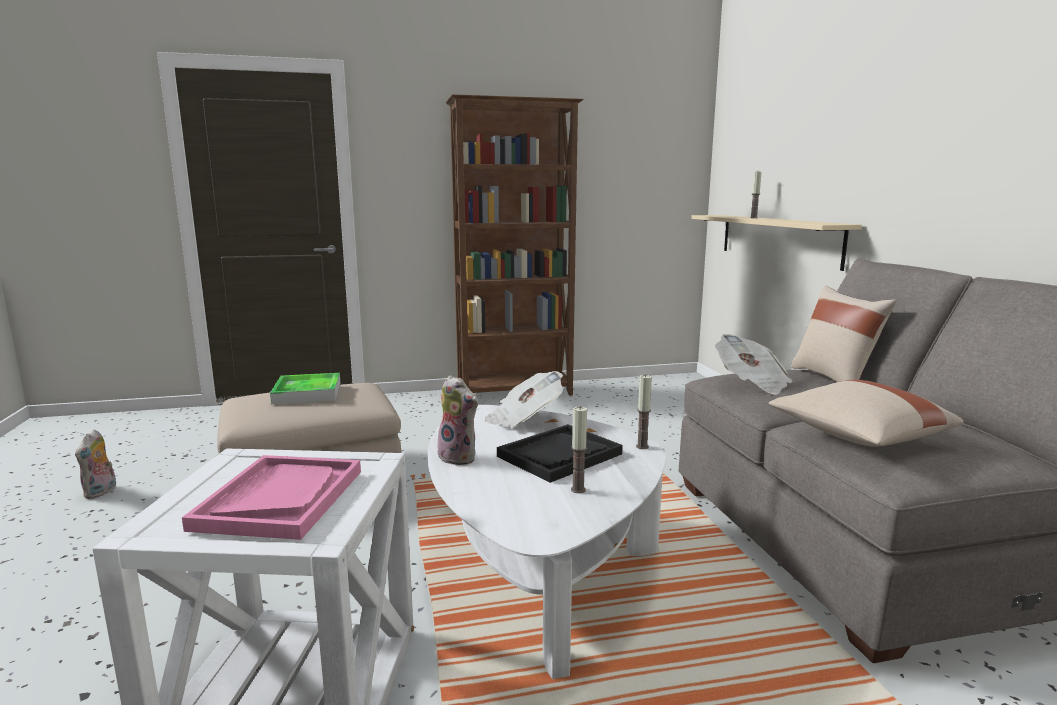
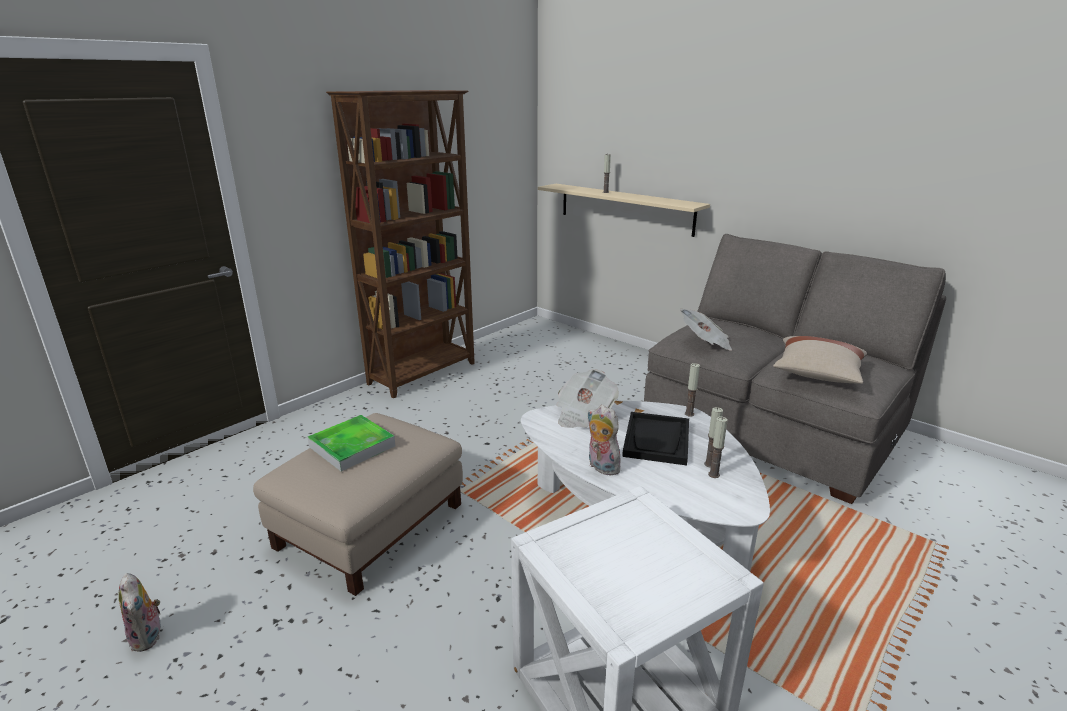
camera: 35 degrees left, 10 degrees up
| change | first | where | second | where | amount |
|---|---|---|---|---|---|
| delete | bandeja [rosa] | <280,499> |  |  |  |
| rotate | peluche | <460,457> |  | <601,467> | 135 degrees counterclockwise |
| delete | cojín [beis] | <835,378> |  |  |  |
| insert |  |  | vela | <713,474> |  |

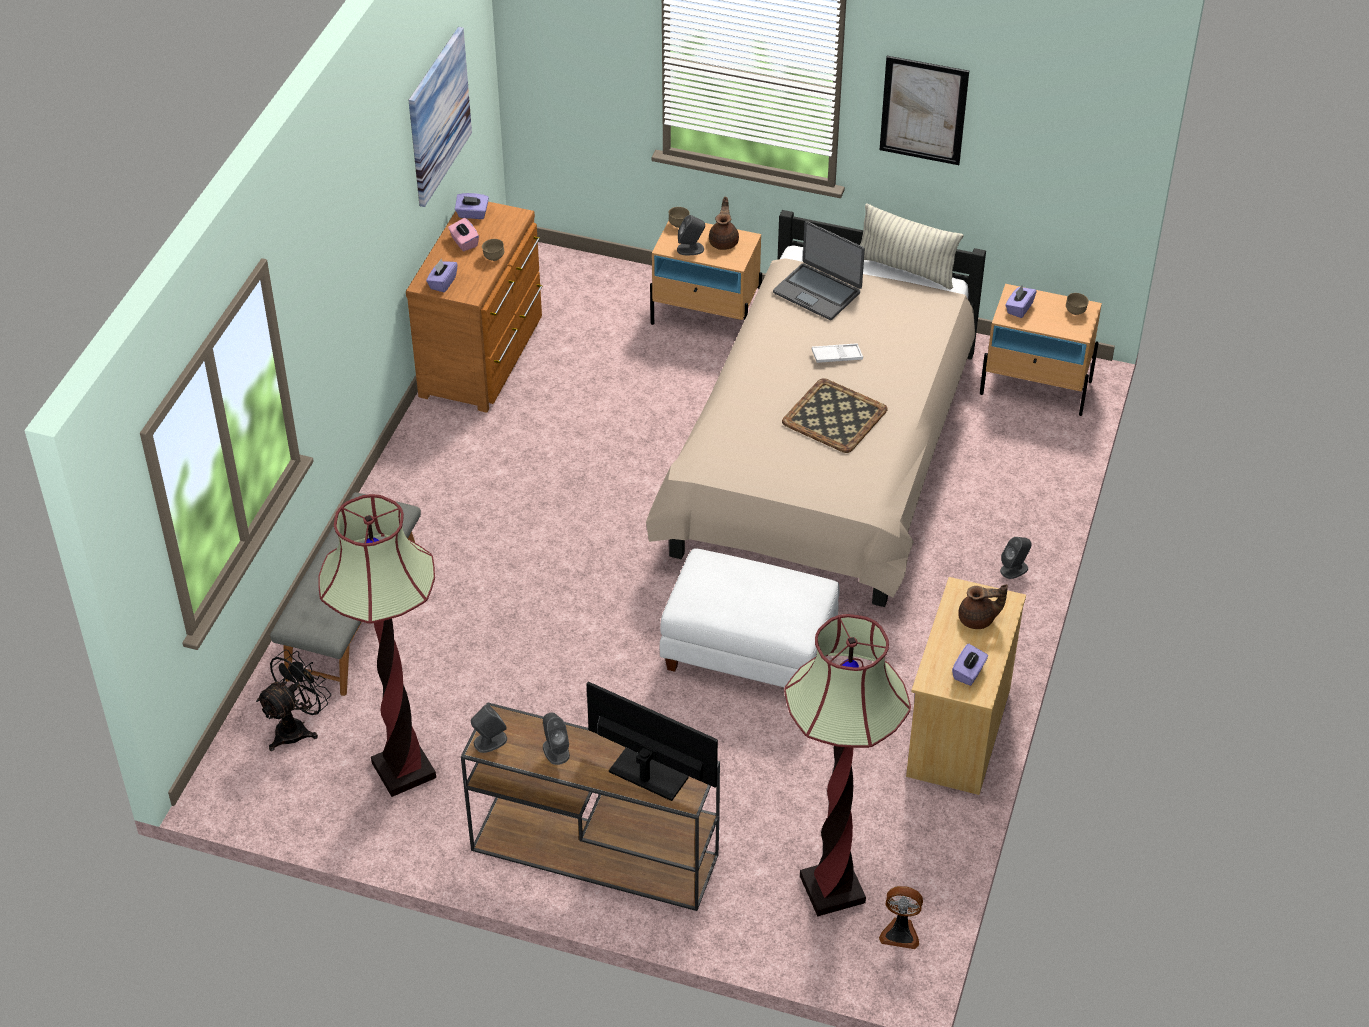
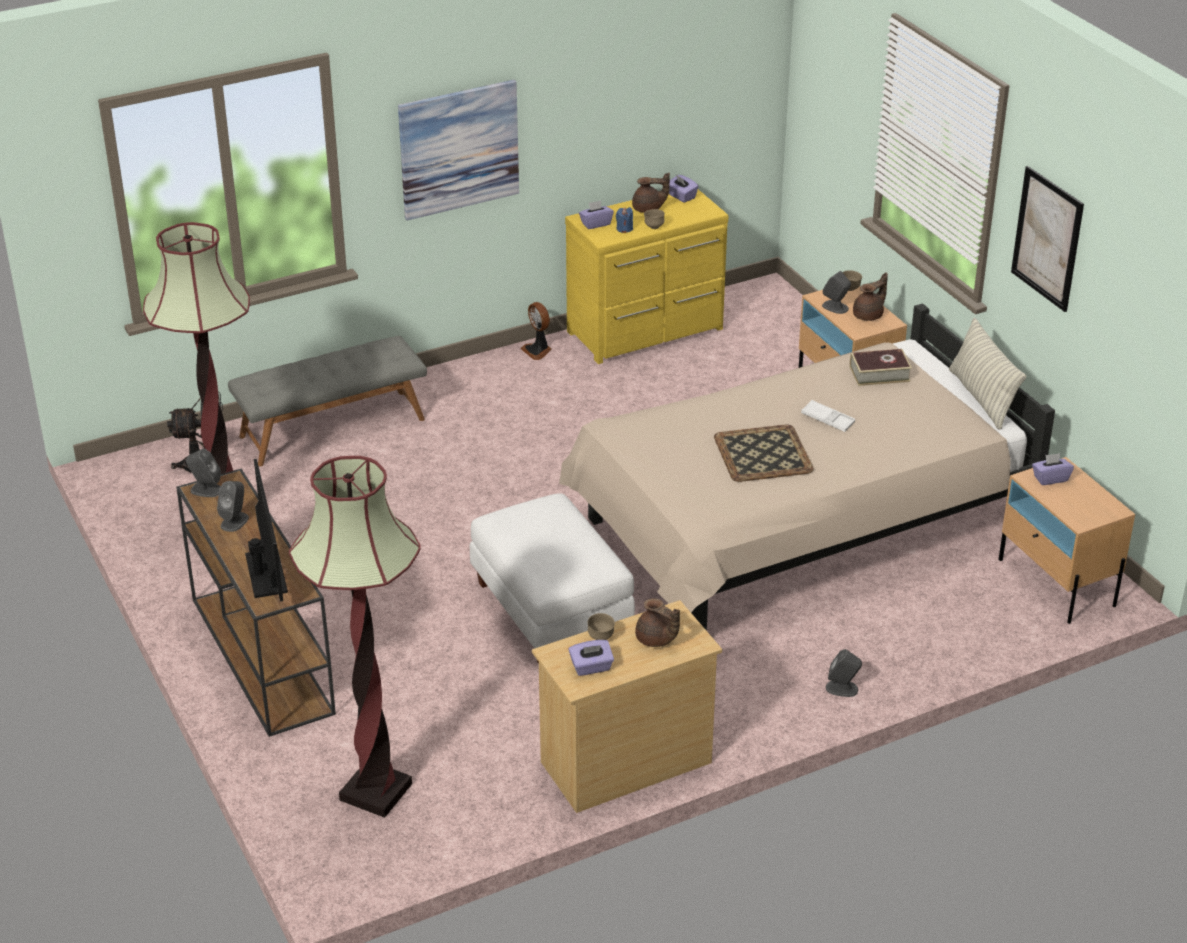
camera: 45 degrees right, 10 degrees down
| change | first | where | second | where | amount |
|---|---|---|---|---|---|
| recolor | cómoda [marrón] | <484,356> | cómoda [amarillo] | <647,332> |  |
| move | cuadro | <438,116> |  | <459,149> |  |
| replace | caja de pañuelos [rosa] | <464,242> | tetera [marrón] | <648,209> |  |
| replace | portátil | <817,292> | libro | <879,374> |  |
| move | ventilador | <900,932> |  | <537,350> |  |
| move | cuenco [marrón] | <1075,312> |  | <601,638> |  |
| insert |  |  | vela [azul] | <624,229> |  |

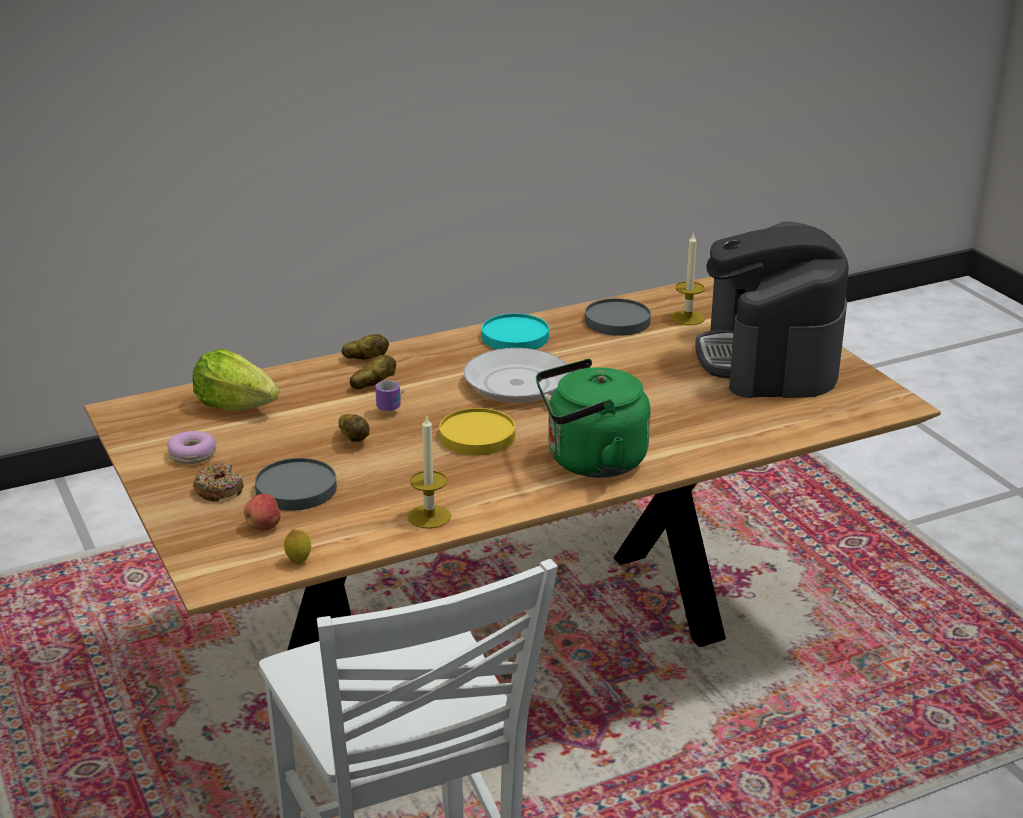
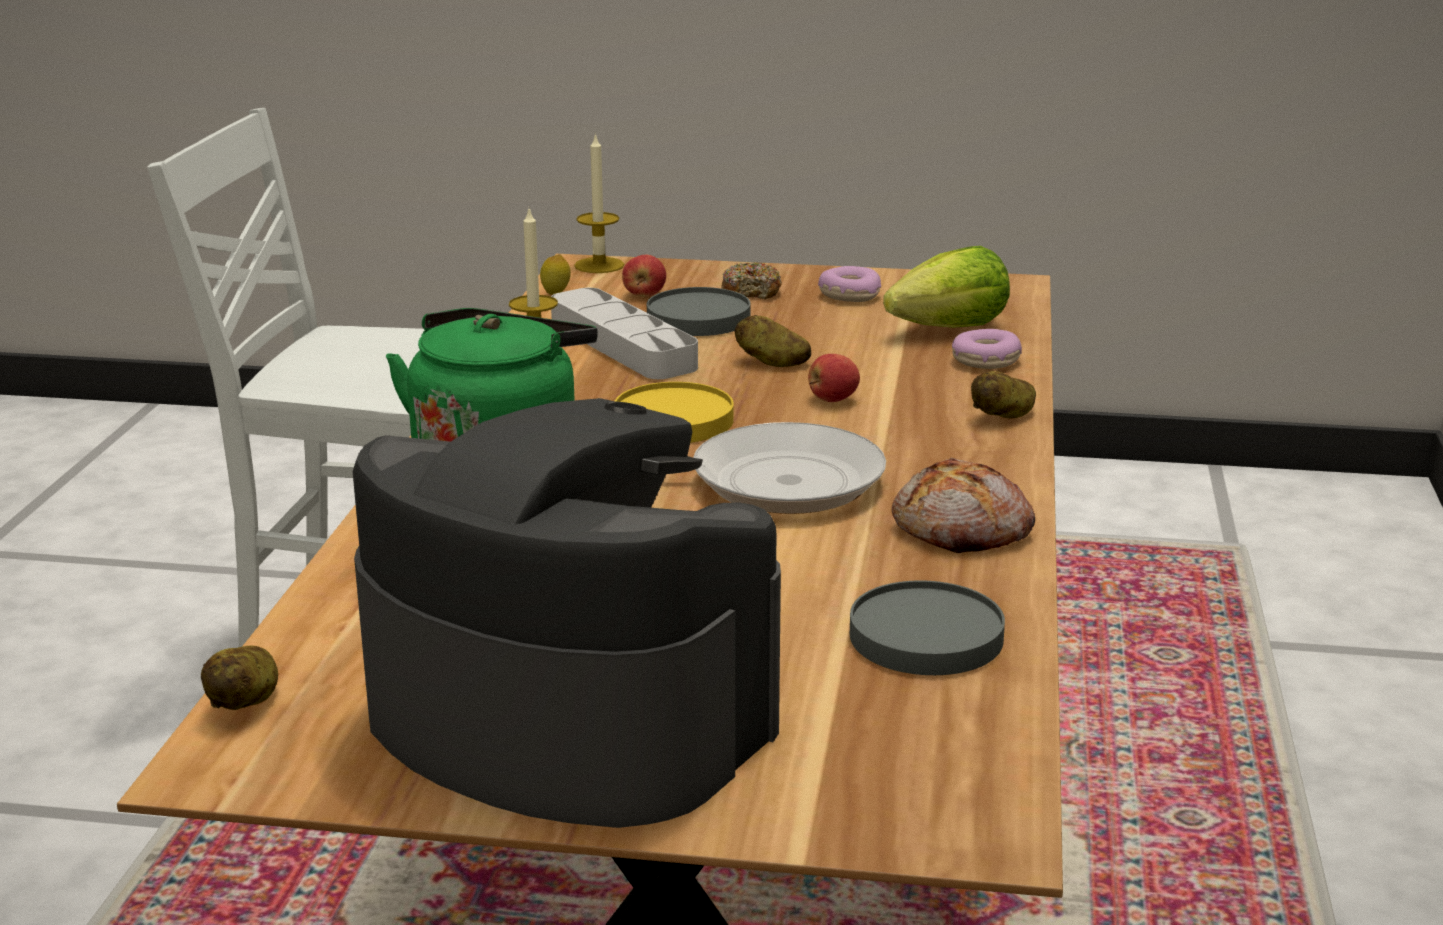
camera: 125 degrees right, 5 degrees down
| change | first | where | second | where | amount |
|---|---|---|---|---|---|
| move | patata | <373,385> |  | <246,702> |  |
| replace | taza grande | <394,405> | manzana | <832,399> |  |
| replace | plato [turquesa] | <515,337> | pan | <963,530> |  |
| move | vela | <687,318> |  | <599,265> |  |
| insert |  |  | bandeja [gris] | <622,344> |  |
| insert |  |  | rosquilla | <985,361> |  |

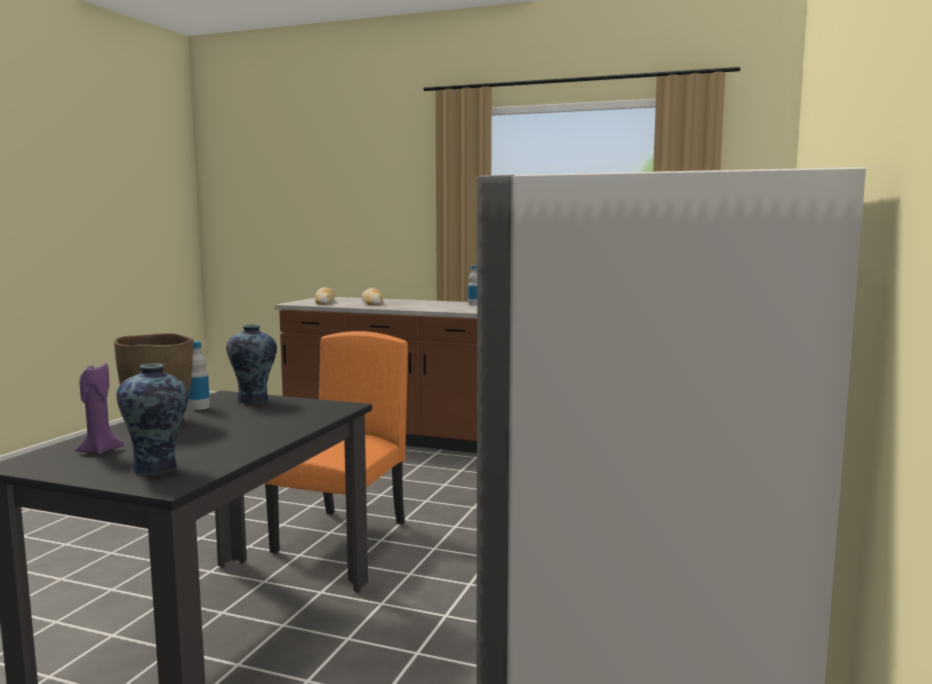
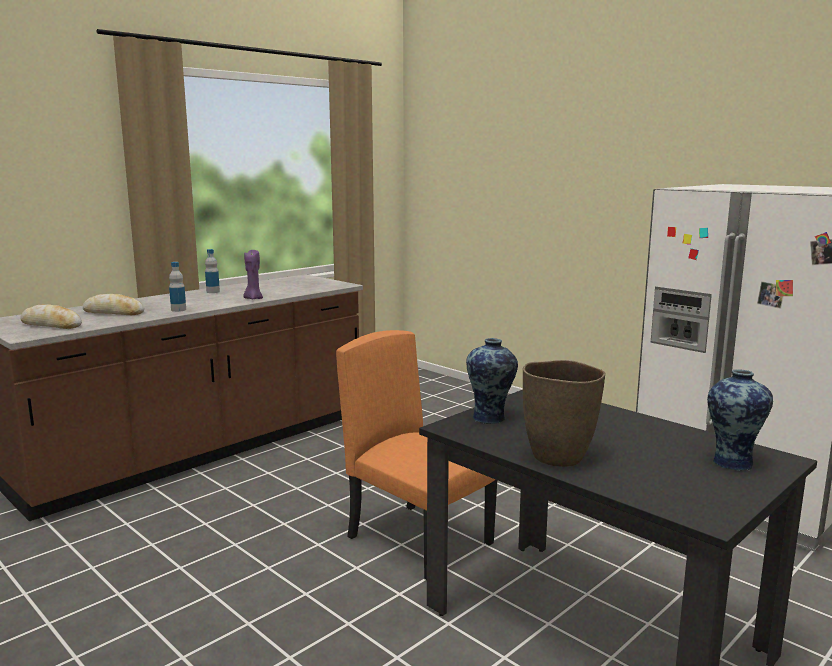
camera: 65 degrees left, 5 degrees up
| change | first | where | second | where | amount |
|---|---|---|---|---|---|
| move | vela [morado] | <99,451> |  | <253,298> |  |
| move | botella | <199,407> |  | <178,310> |  |

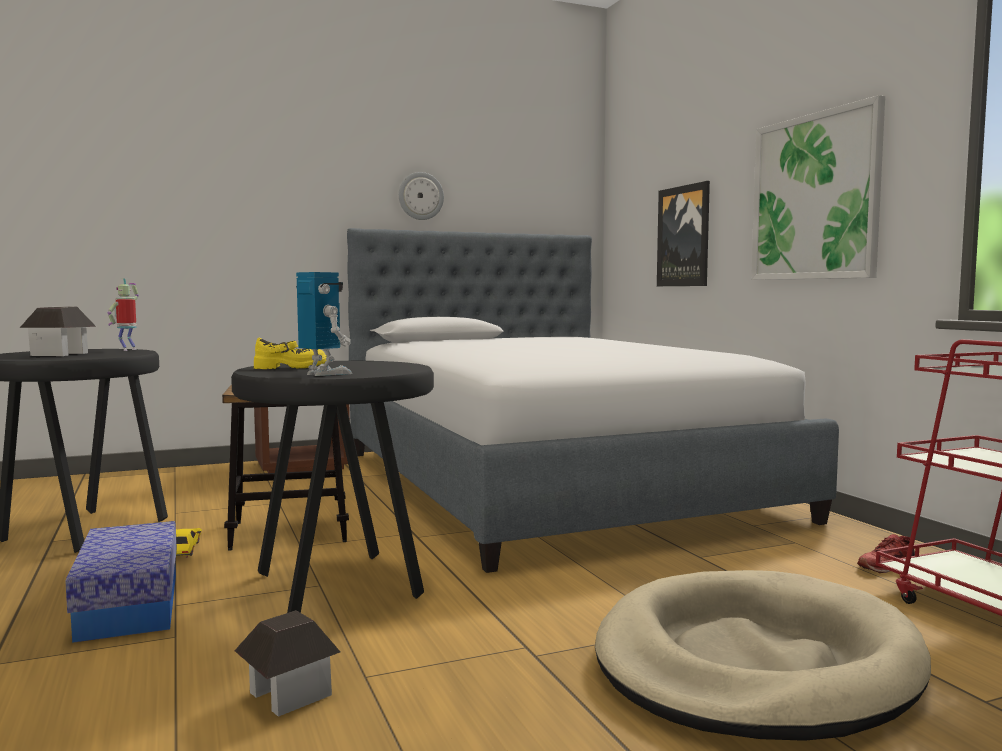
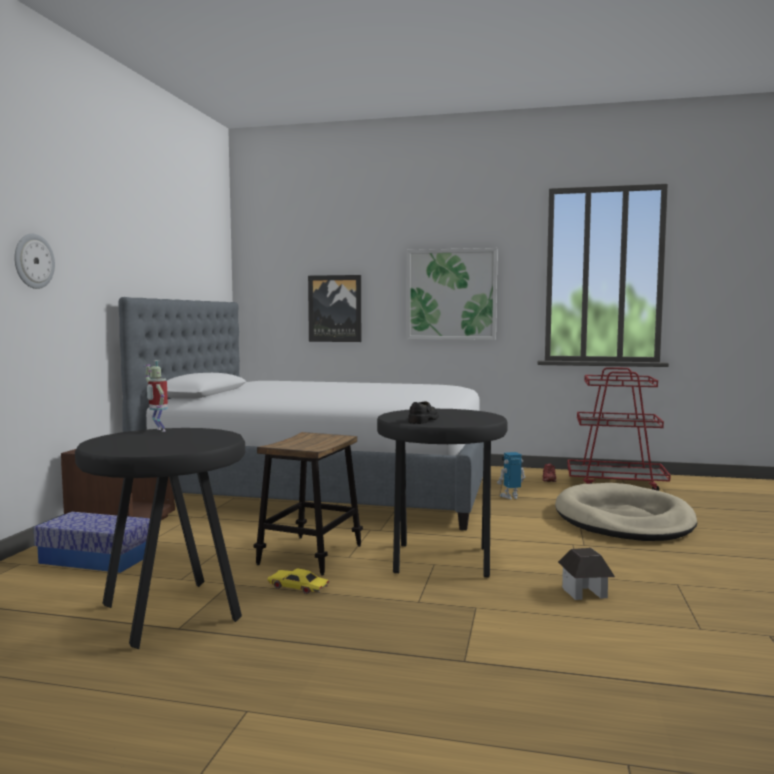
camera: 55 degrees left, 0 degrees up
| change | first | where | second | where | amount |
|---|---|---|---|---|---|
| delete | casita | <60,354> |  |  |  |
| move | caja de almacenaje | <129,605> |  | <95,559> |  |
| recolor | zapato [amarillo] | <291,367> | zapato [negro] | <423,420> |  |
| move | robot de juguete | <324,374> |  | <510,497> |  |
| move | reloj de pared | <420,196> |  | <33,261> |  |

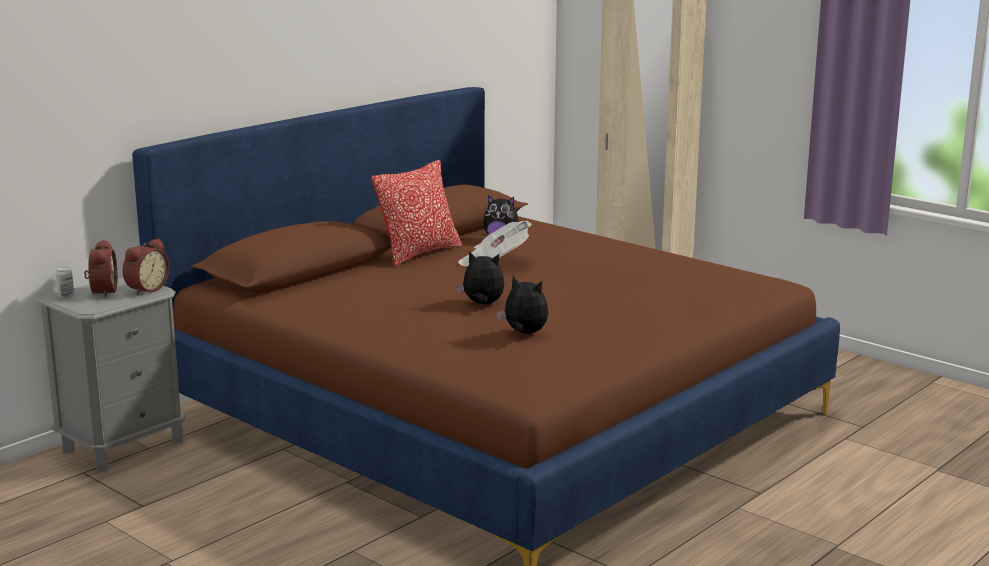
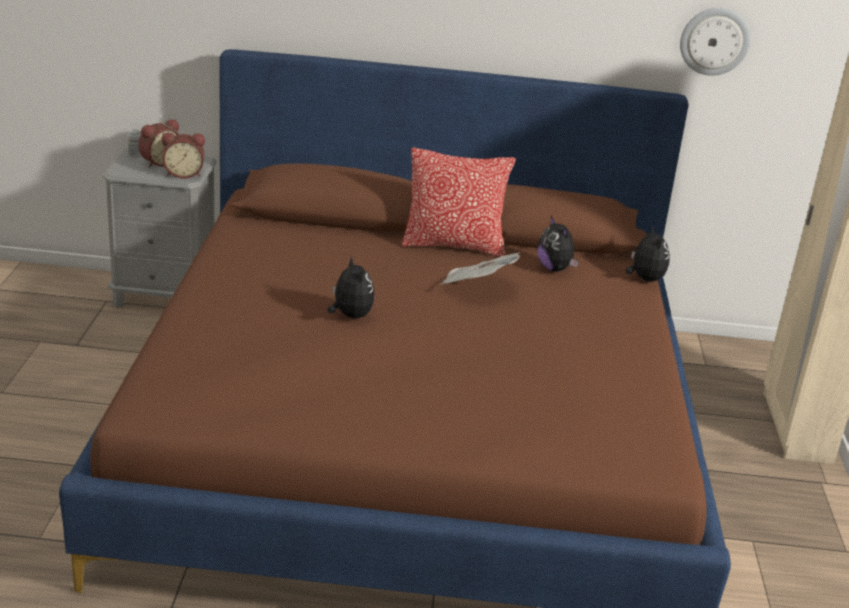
camera: 50 degrees right, 10 degrees up
| change | first | where | second | where | amount |
|---|---|---|---|---|---|
| move | peluche | <524,333> |  | <644,279> |  |
| insert |  |  | reloj de pared | <714,41> |  |

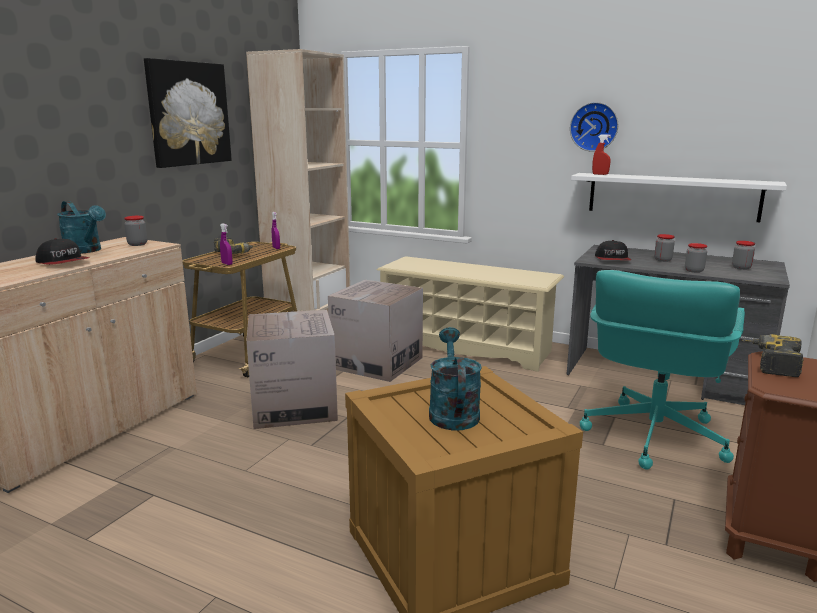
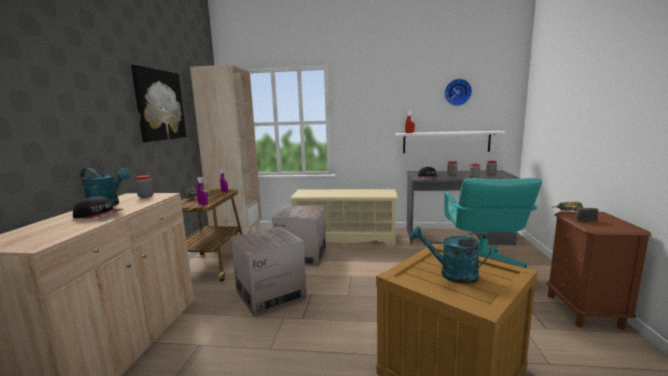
camera: 20 degrees left, 5 degrees down
| change | first | where | second | where | amount |
|---|---|---|---|---|---|
| rotate | regadera [turquesa] | <452,412> |  | <451,274> | 45 degrees counterclockwise |
| move | reloj de pared | <594,126> |  | <457,92> |  |

